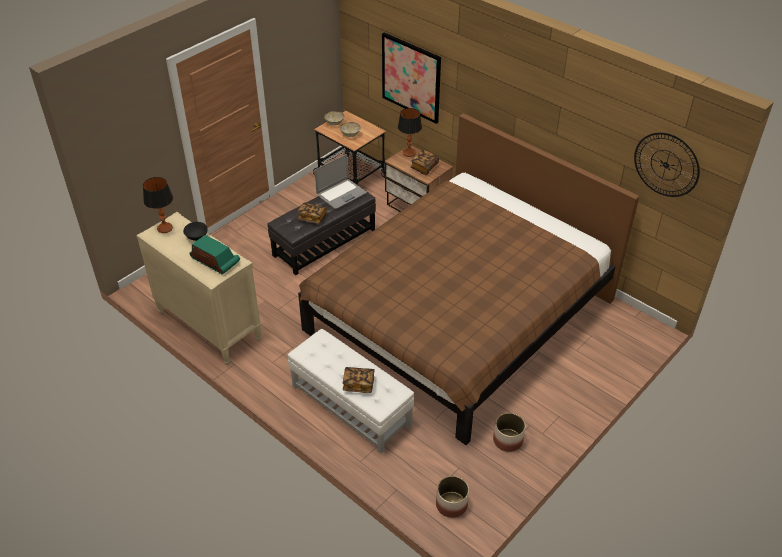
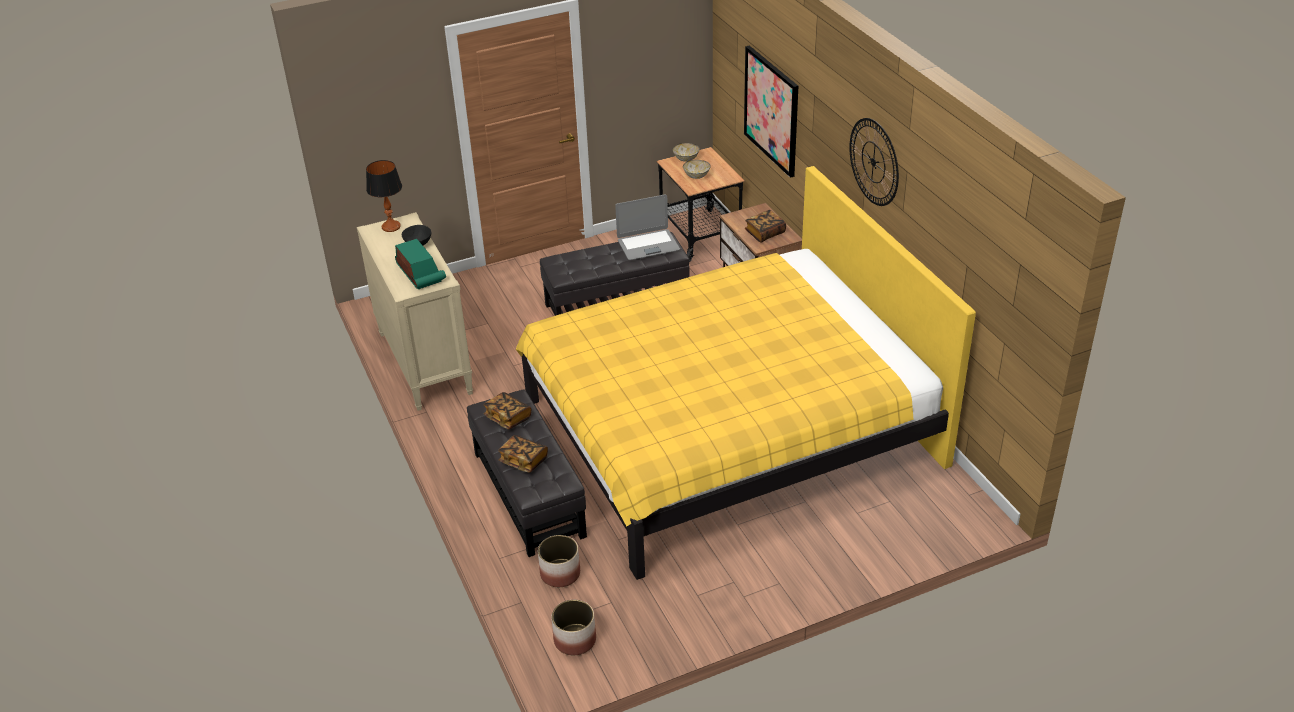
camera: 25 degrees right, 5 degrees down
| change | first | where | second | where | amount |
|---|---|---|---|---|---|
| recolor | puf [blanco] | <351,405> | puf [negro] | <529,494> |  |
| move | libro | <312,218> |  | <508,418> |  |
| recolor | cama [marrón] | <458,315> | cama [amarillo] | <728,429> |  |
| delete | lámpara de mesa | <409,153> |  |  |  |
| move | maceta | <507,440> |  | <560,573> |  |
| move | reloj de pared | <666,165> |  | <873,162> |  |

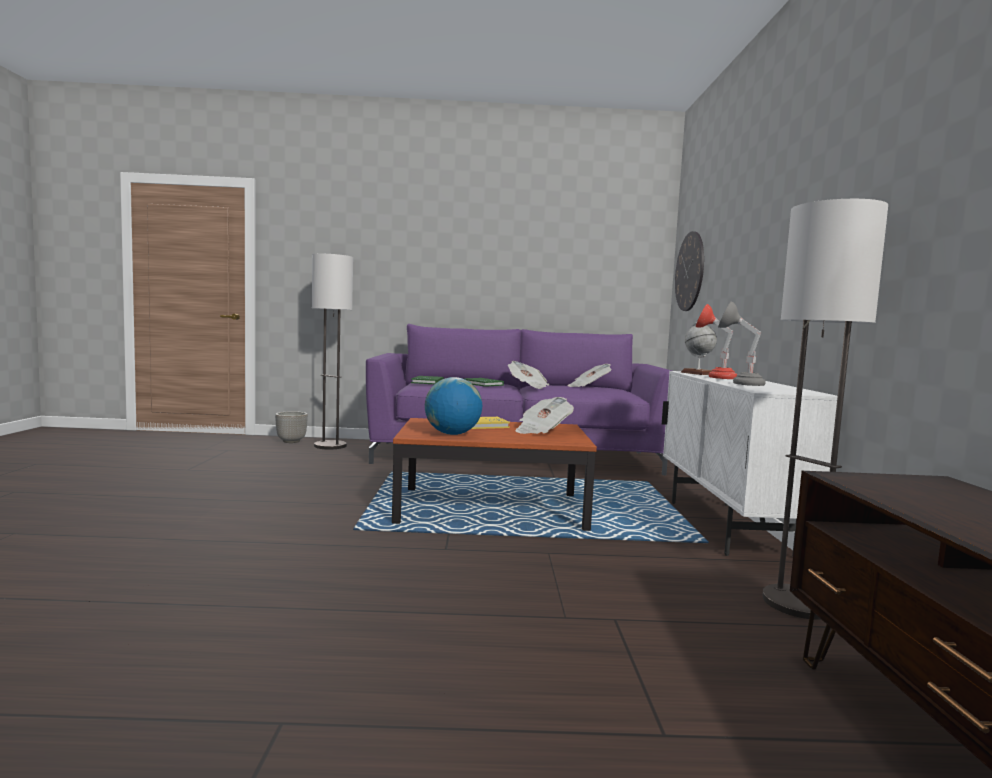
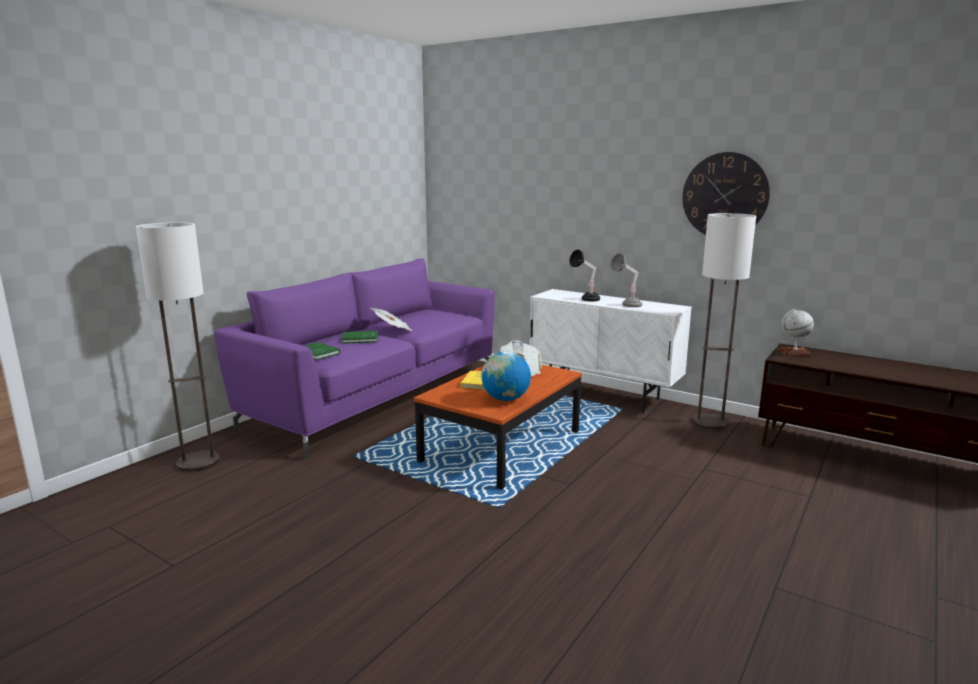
camera: 55 degrees left, 10 degrees up
| change | first | where | second | where | amount |
|---|---|---|---|---|---|
| delete | maceta | <291,441> |  |  |  |
| delete | periódico | <588,387> |  |  |  |
| move | reloj de pared | <689,271> |  | <725,195> |  |
| move | globo terráqueo | <697,373> |  | <794,352> |  |
| recolor | lámpara de mesa [rojo] | <714,377> | lámpara de mesa [negro] | <585,300> |  |

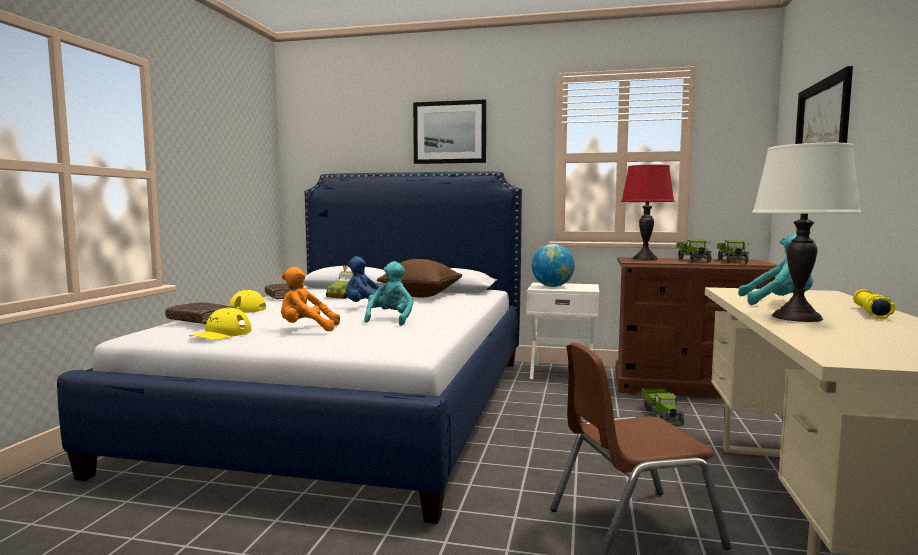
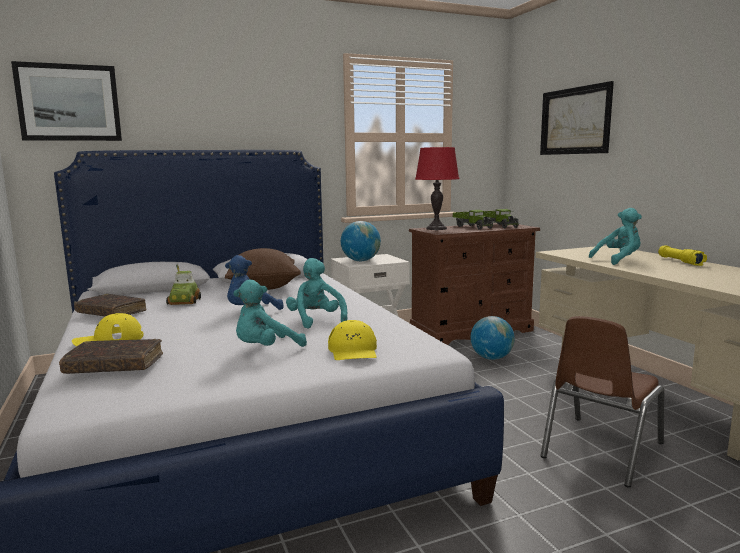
camera: 35 degrees left, 5 degrees up
| change | first | where | second | where | amount |
|---|---|---|---|---|---|
| move | gorra [amarillo] | <221,334> |  | <353,351> |  |
| recolor | peluche [naranja] | <306,329> | peluche [turquesa] | <266,349> |  |
| move | cuadro | <449,132> |  | <69,103> |  |
| replace | camión de juguete | <662,415> | globo terráqueo | <491,358> |  |
| delete | lámpara de mesa [blanco] | <797,317> |  |  |  |

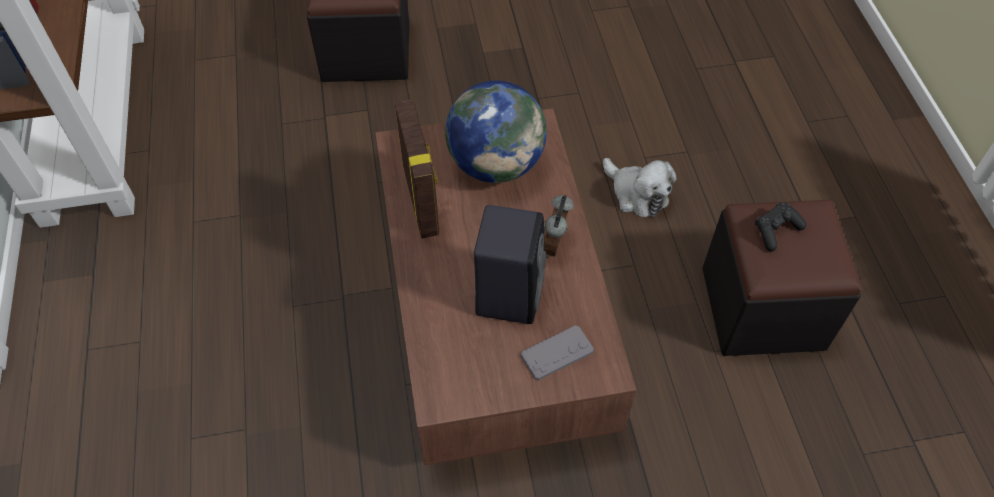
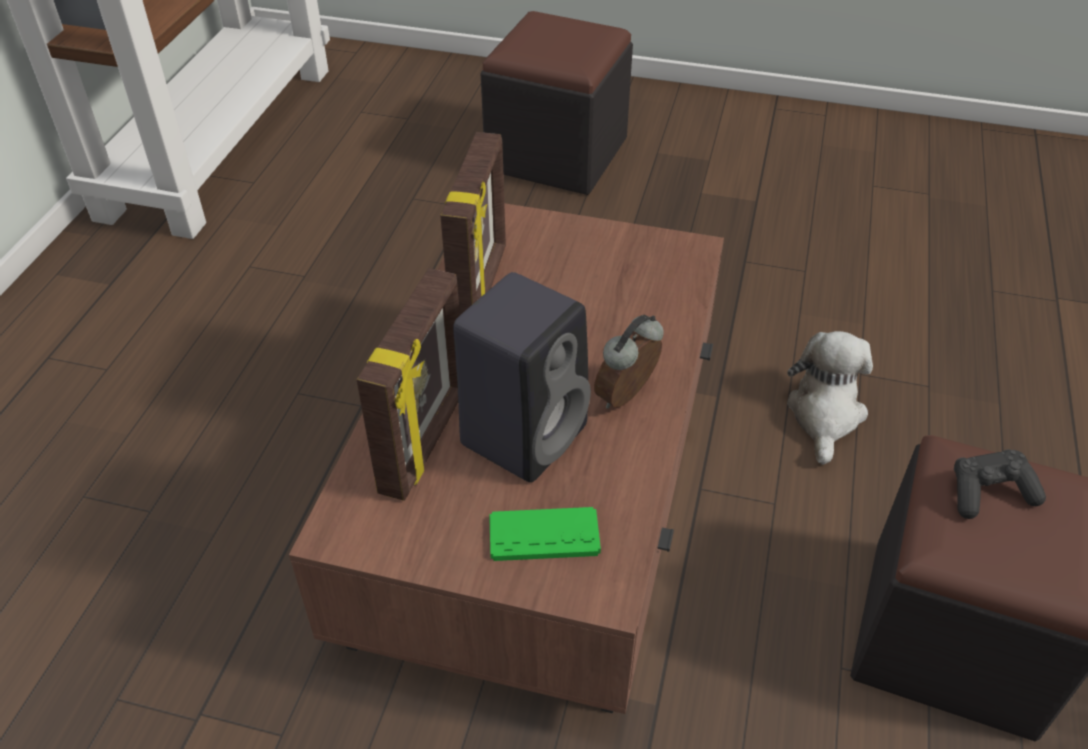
camera: 25 degrees right, 10 degrees down
| change | first | where | second | where | amount |
|---|---|---|---|---|---|
| delete | globo terráqueo | <496,164> |  |  |  |
| recolor | mando de consola [gris] | <557,353> | mando de consola [verde] | <544,535> |  |
| rotate | peluche | <636,194> |  | <825,415> | 150 degrees counterclockwise |
| insert |  |  | portarretratos | <426,441> |  |

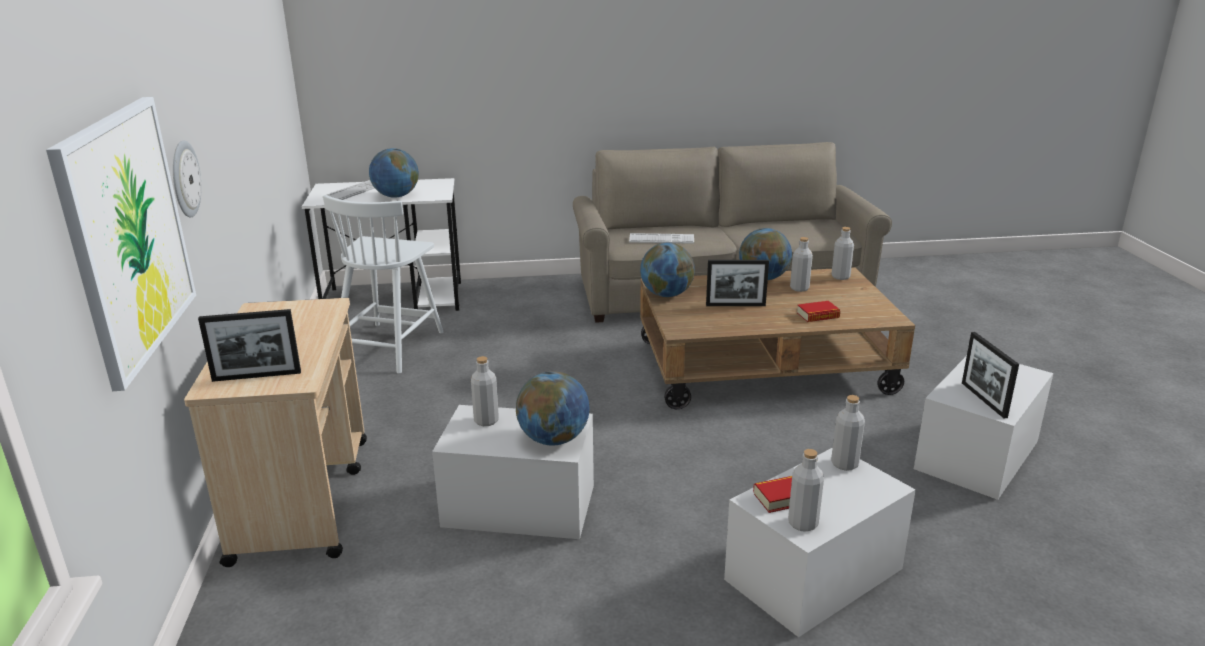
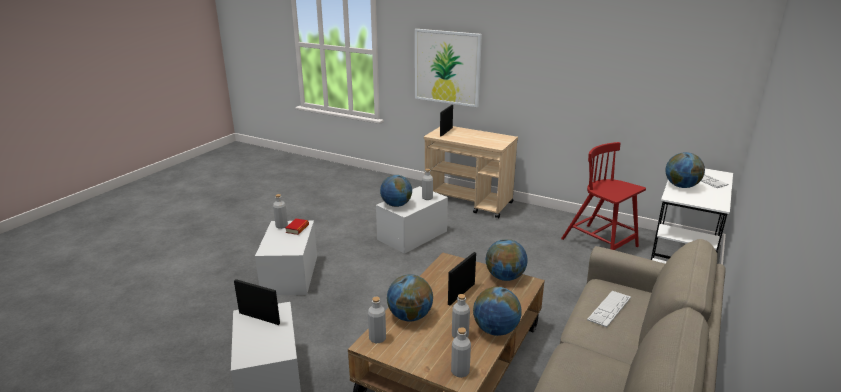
camera: 125 degrees right, 0 degrees up
| change | first | where | second | where | amount |
|---|---|---|---|---|---|
| delete | reloj de pared | <184,179> |  |  |  |
| recolor | silla [blanco] | <389,346> | silla [rojo] | <600,243> |  |
| replace | libro | <818,315> | globo terráqueo | <410,316> |  |
| move | botella [gris] | <844,464> |  | <377,338> |  |

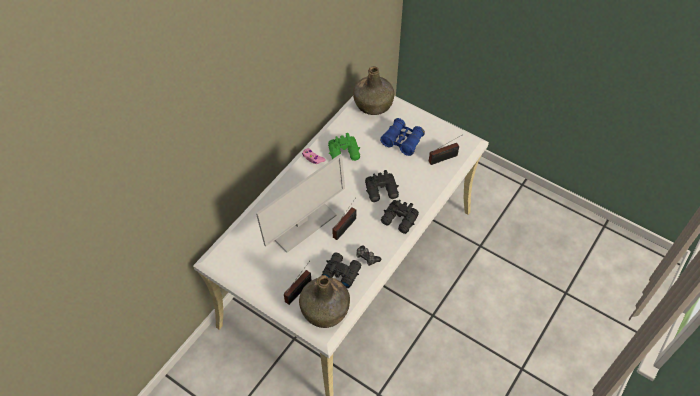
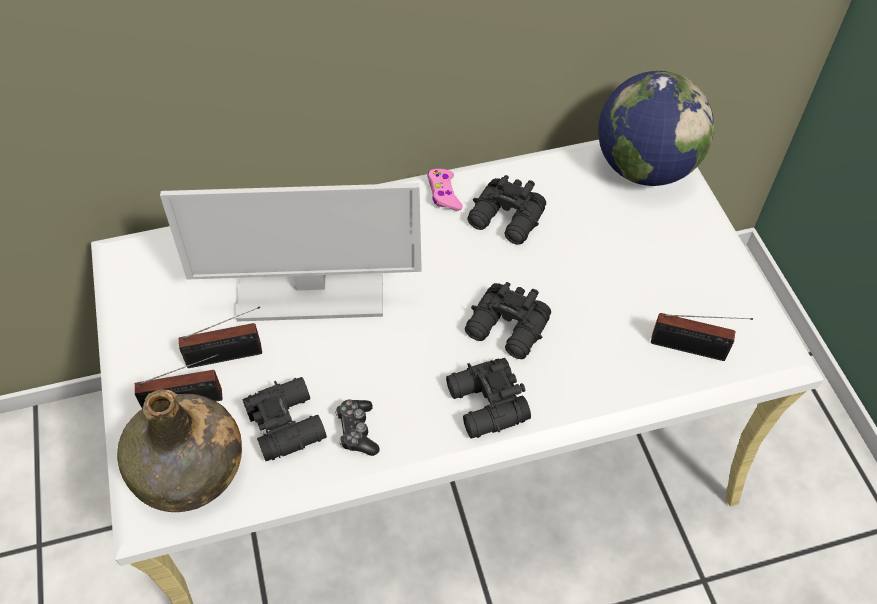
camera: 40 degrees right, 0 degrees up
| change | first | where | second | where | amount |
|---|---|---|---|---|---|
| recolor | prismáticos [verde] | <345,153> | prismáticos [negro] | <506,220> |  |
| move | radio | <346,227> |  | <229,356> |  |
| replace | botella [verde] | <373,104> | globo terráqueo | <644,168> |  |
| delete | prismáticos [azul] | <402,141> |  |  |  |

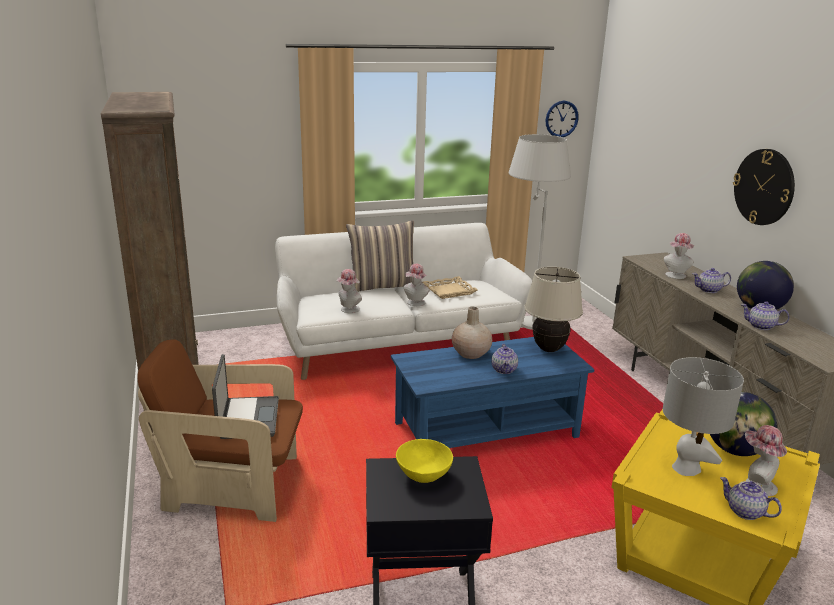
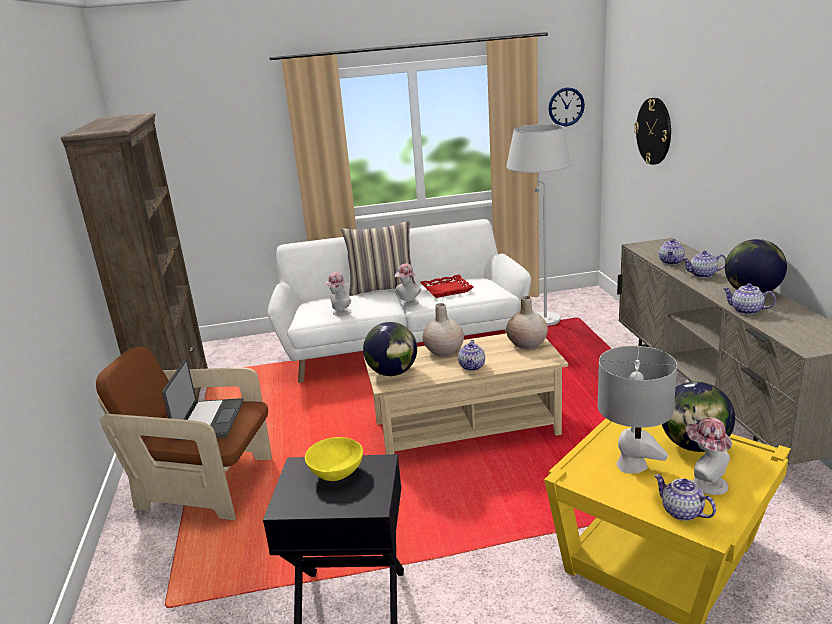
camera: 10 degrees right, 0 degrees up
| change | first | where | second | where | amount |
|---|---|---|---|---|---|
| recolor | mesa de centro [azul] | <486,430> | mesa de centro [beis] | <466,429> |  |
| recolor | bandeja [beis] | <449,291> | bandeja [rojo] | <446,290> |  |
| replace | lámpara de mesa [beis] | <549,349> | florero [beis] | <527,344> |  |
| replace | sombrero | <675,276> | tetera | <671,262> |  |
| move | reloj de pared | <764,187> |  | <654,131> |  |
| insert |  |  | globo terráqueo | <392,373> |  |

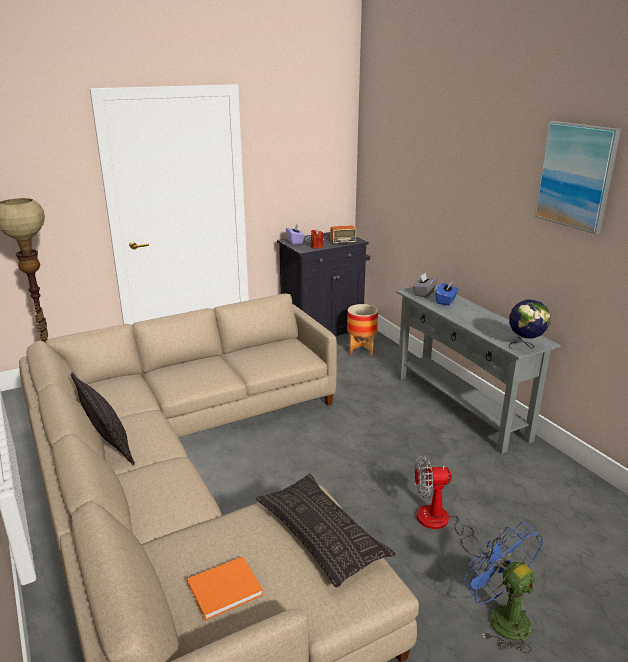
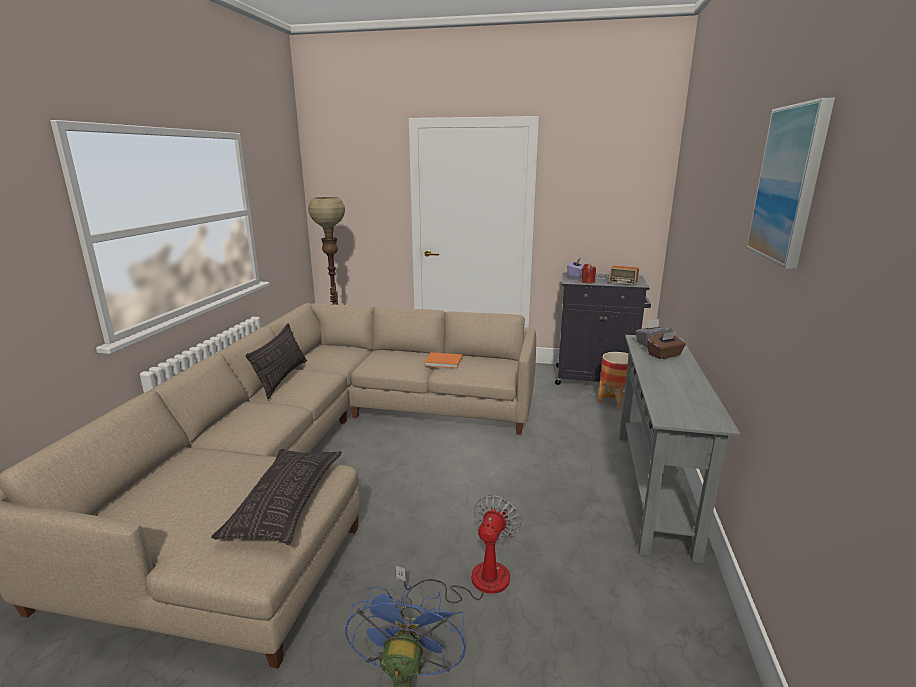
camera: 40 degrees right, 5 degrees down
| change | first | where | second | where | amount |
|---|---|---|---|---|---|
| move | libro [naranja] | <227,588> |  | <445,362> |  |
| rotate | ventilador | <442,524> |  | <475,581> | 75 degrees clockwise |
| recolor | caja de pañuelos [azul] | <446,301> | caja de pañuelos [marrón] | <664,355> |  |
| delete | globo terráqueo | <525,346> |  |  |  |

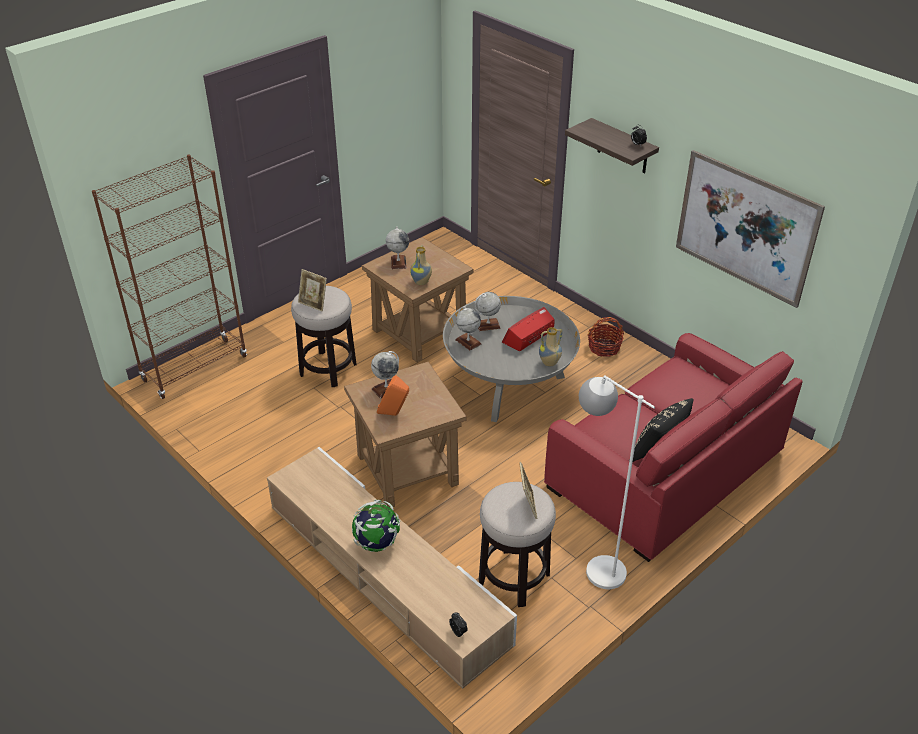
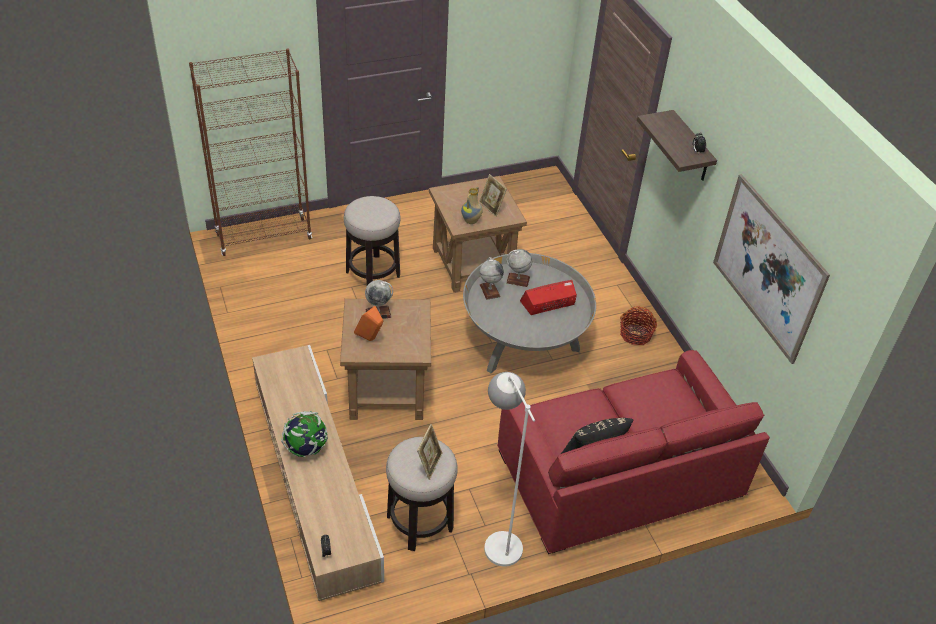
camera: 20 degrees right, 5 degrees up
| change | first | where | second | where | amount |
|---|---|---|---|---|---|
| move | portarretratos | <313,304> |  | <491,207> |  |
| delete | globo terráqueo | <398,262> |  |  |  |
| delete | florero | <549,363> |  |  |  |

